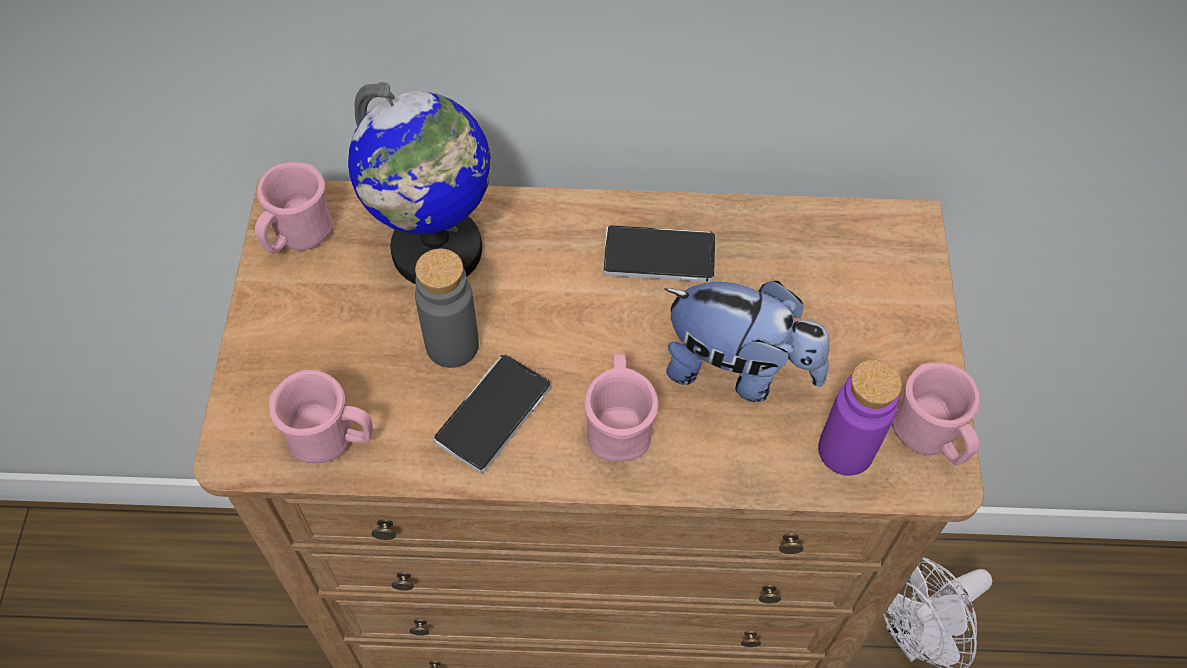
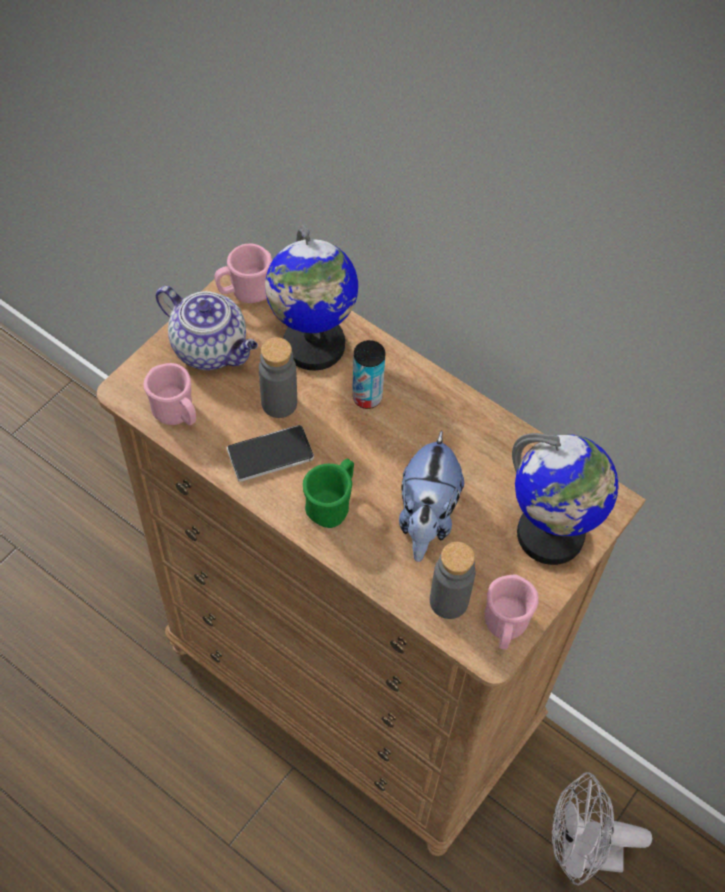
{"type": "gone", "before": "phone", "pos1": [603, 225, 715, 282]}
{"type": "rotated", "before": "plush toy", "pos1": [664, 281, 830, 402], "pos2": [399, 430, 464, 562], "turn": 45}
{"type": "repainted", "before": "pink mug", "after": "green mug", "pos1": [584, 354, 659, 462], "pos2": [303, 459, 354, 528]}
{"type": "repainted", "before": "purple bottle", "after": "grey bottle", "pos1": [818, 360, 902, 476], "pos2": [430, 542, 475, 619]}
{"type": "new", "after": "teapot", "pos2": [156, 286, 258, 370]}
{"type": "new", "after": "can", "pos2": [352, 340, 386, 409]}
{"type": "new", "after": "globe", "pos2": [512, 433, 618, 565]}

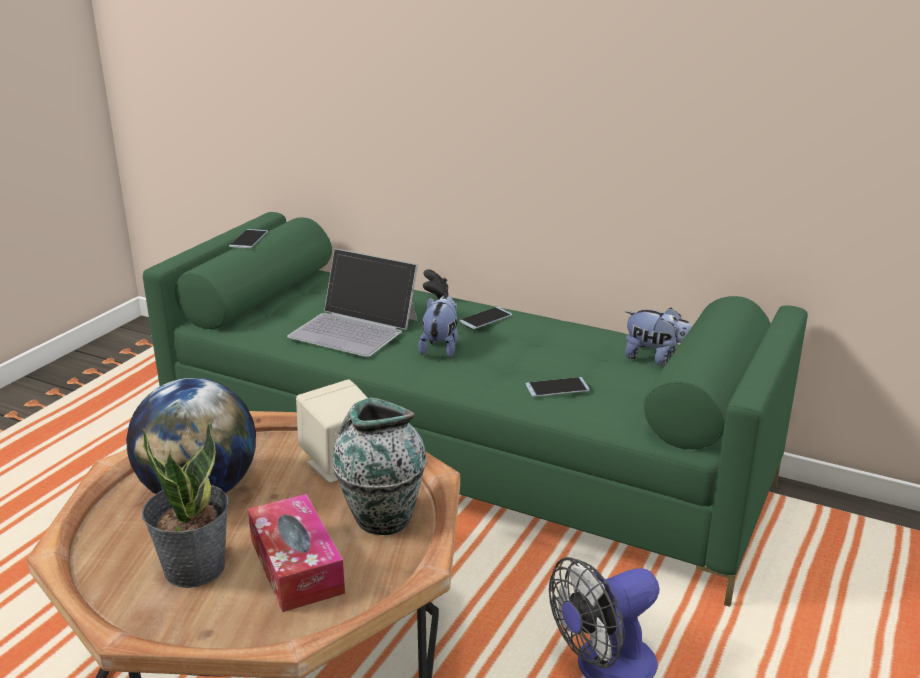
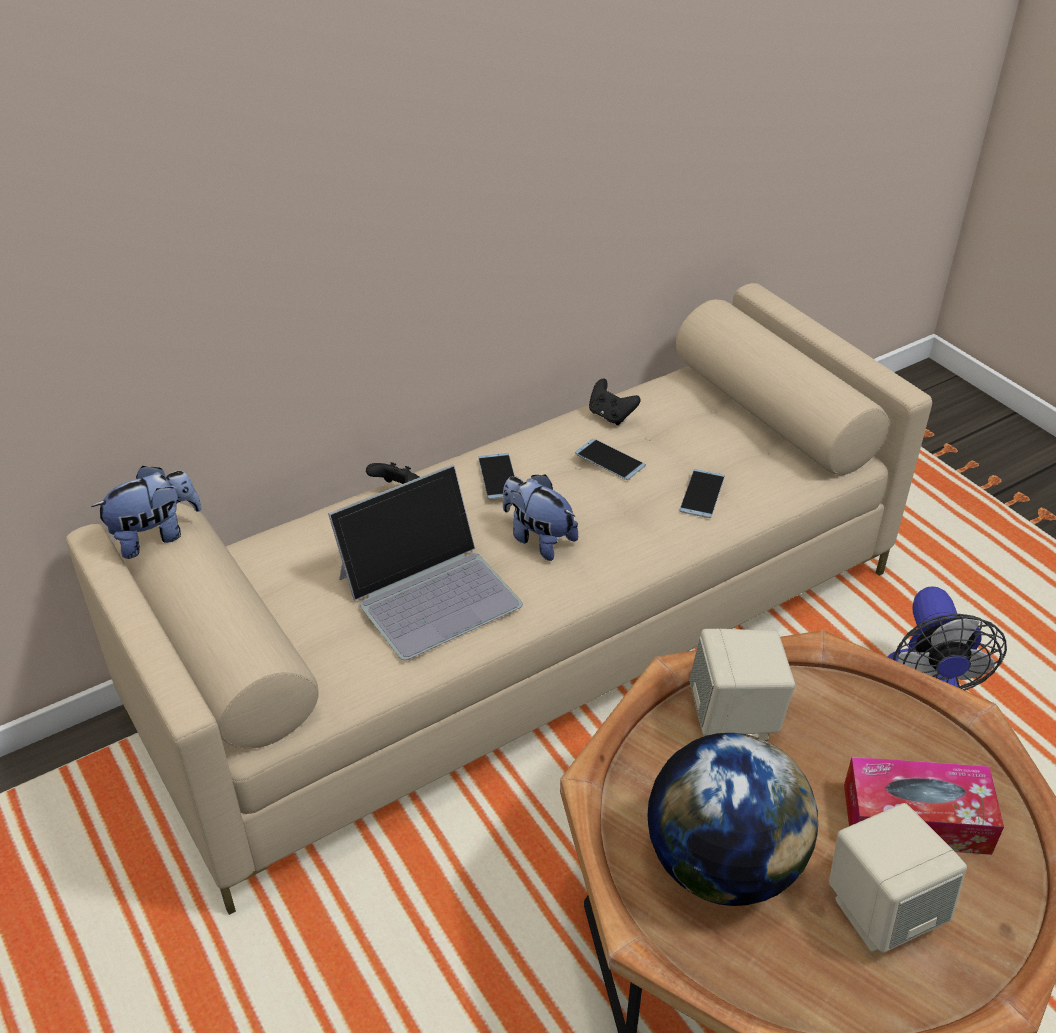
{"type": "repainted", "before": "green sofa", "after": "beige sofa", "pos1": [143, 212, 808, 607], "pos2": [66, 283, 932, 915]}
{"type": "shifted", "before": "phone", "pos1": [229, 229, 268, 249], "pos2": [575, 439, 646, 480]}
{"type": "shifted", "before": "plush toy", "pos1": [625, 307, 692, 366], "pos2": [91, 466, 202, 559]}
{"type": "gone", "before": "vase", "pos1": [333, 398, 426, 535]}
{"type": "swapped", "before": "potted plant", "after": "beige speaker", "pos1": [142, 422, 229, 588], "pos2": [829, 803, 967, 953]}
{"type": "new", "after": "black game controller", "pos2": [589, 379, 641, 425]}

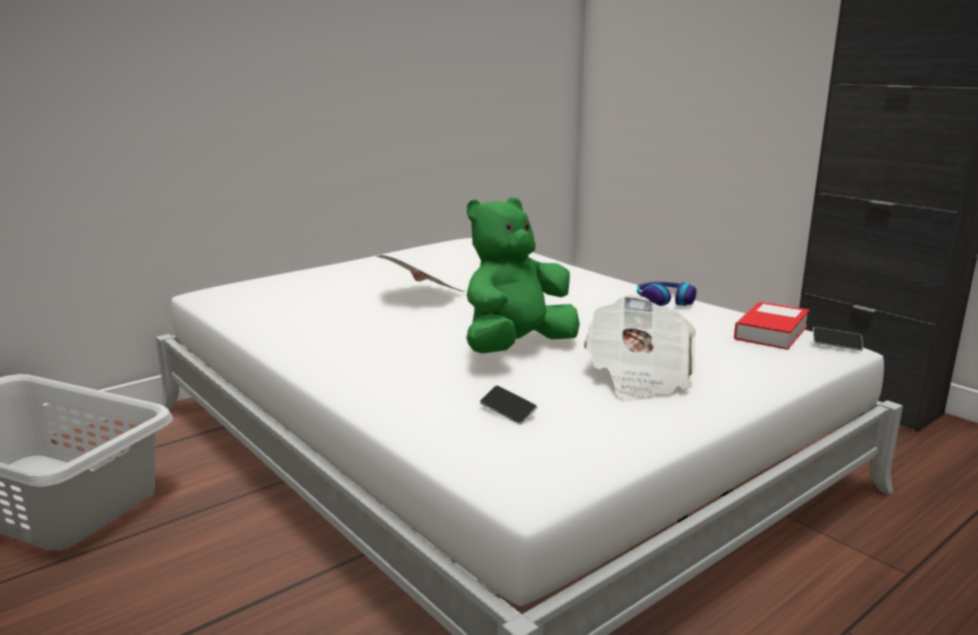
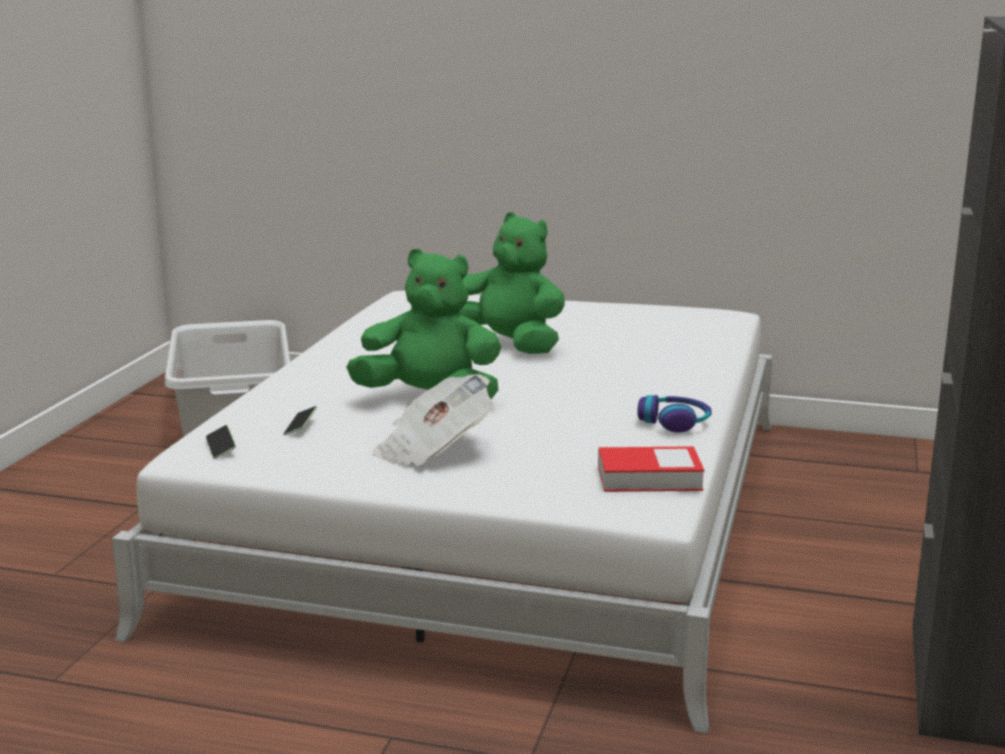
{"type": "swapped", "before": "newspaper", "after": "green plush toy", "pos1": [376, 255, 467, 292], "pos2": [460, 212, 565, 354]}
{"type": "shifted", "before": "phone", "pos1": [813, 327, 863, 351], "pos2": [206, 425, 236, 459]}

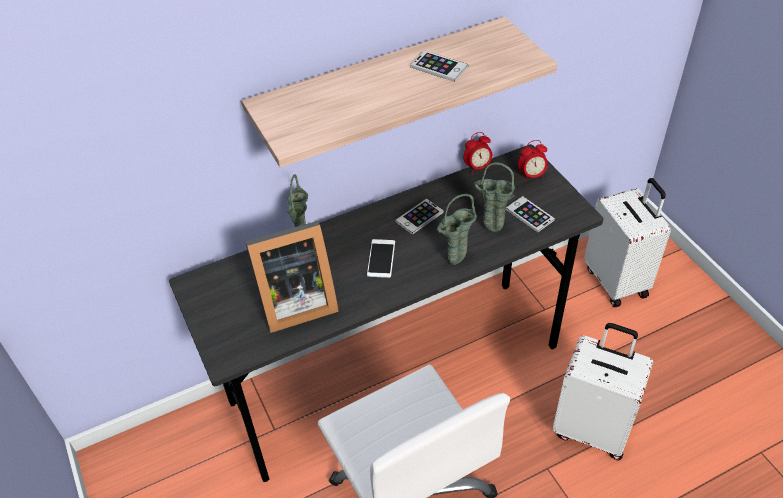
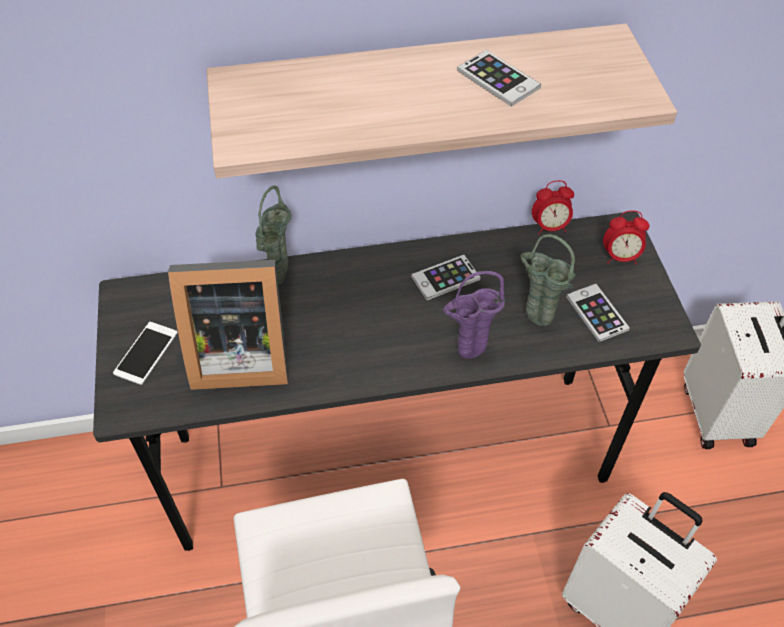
{"type": "repainted", "before": "green vase", "after": "purple vase", "pos1": [437, 194, 477, 265], "pos2": [443, 271, 505, 359]}
{"type": "shifted", "before": "phone", "pos1": [367, 239, 395, 278], "pos2": [113, 322, 178, 385]}

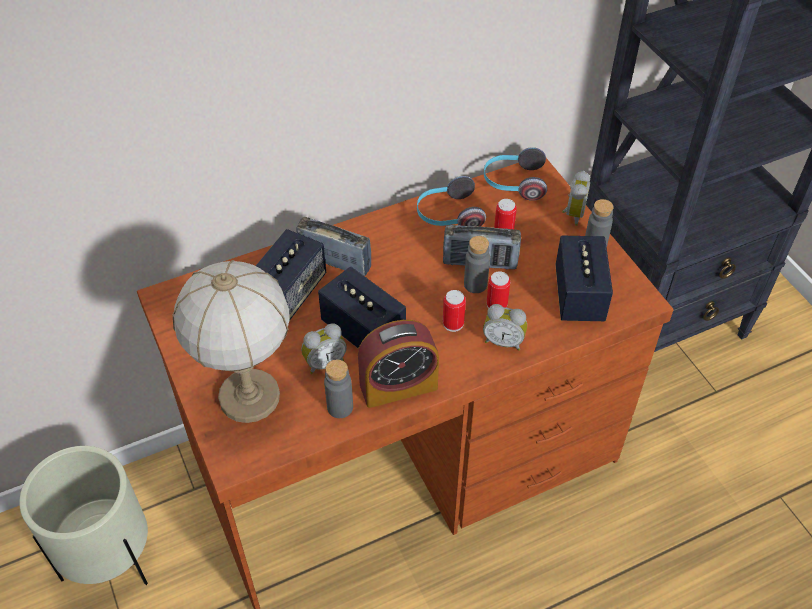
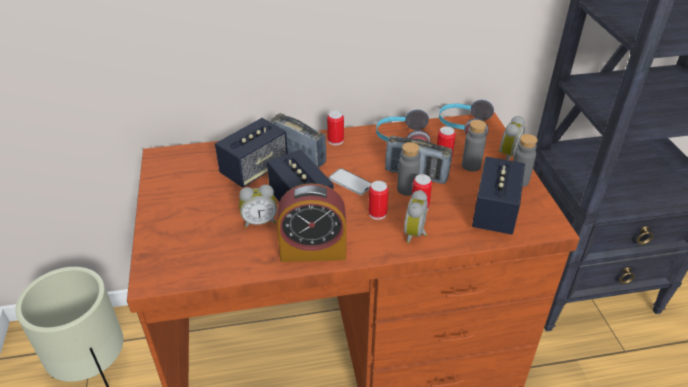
{"type": "gone", "before": "table lamp", "pos1": [173, 260, 290, 423]}
{"type": "rotated", "before": "alarm clock", "pos1": [483, 304, 527, 351], "pos2": [404, 190, 428, 244], "turn": 75}
{"type": "shifted", "before": "grey bottle", "pos1": [324, 359, 353, 418], "pos2": [462, 120, 487, 172]}
{"type": "new", "after": "can", "pos2": [327, 111, 344, 145]}
{"type": "new", "after": "phone", "pos2": [328, 168, 372, 195]}

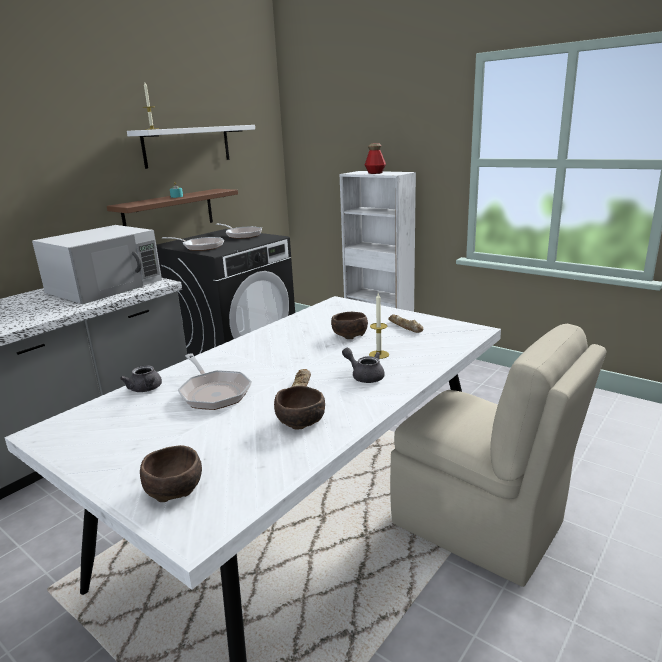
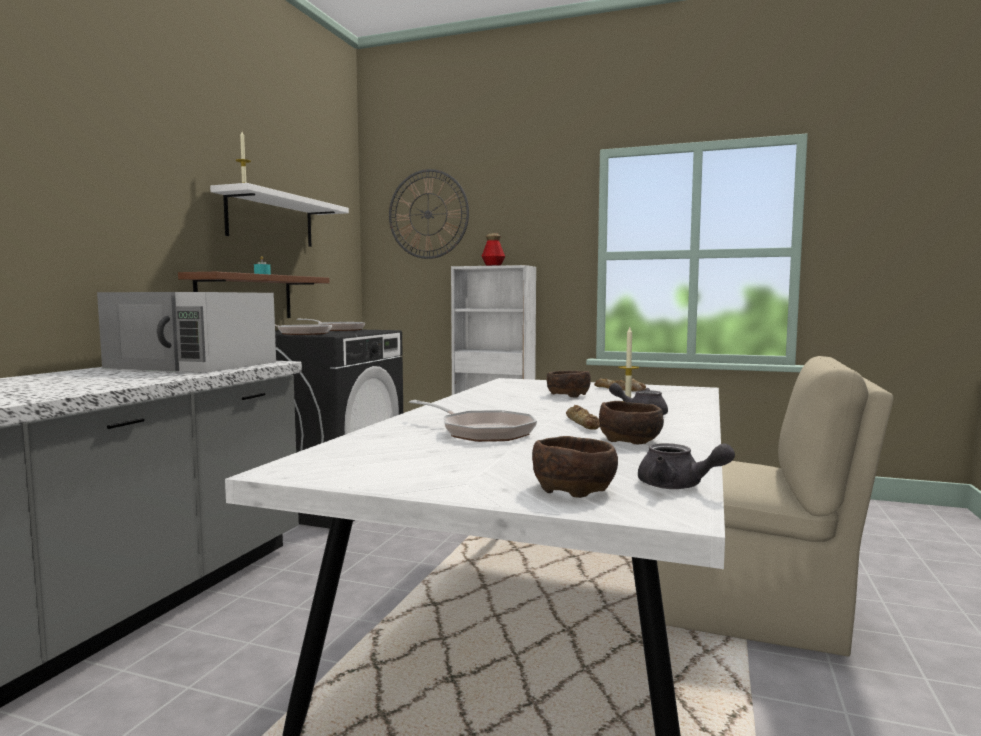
{"type": "rotated", "before": "white microwave", "pos1": [32, 225, 162, 304], "pos2": [97, 292, 276, 372], "turn": 90}
{"type": "shifted", "before": "grey teapot", "pos1": [120, 365, 162, 392], "pos2": [638, 443, 735, 489]}
{"type": "new", "after": "wall clock", "pos2": [389, 169, 469, 259]}

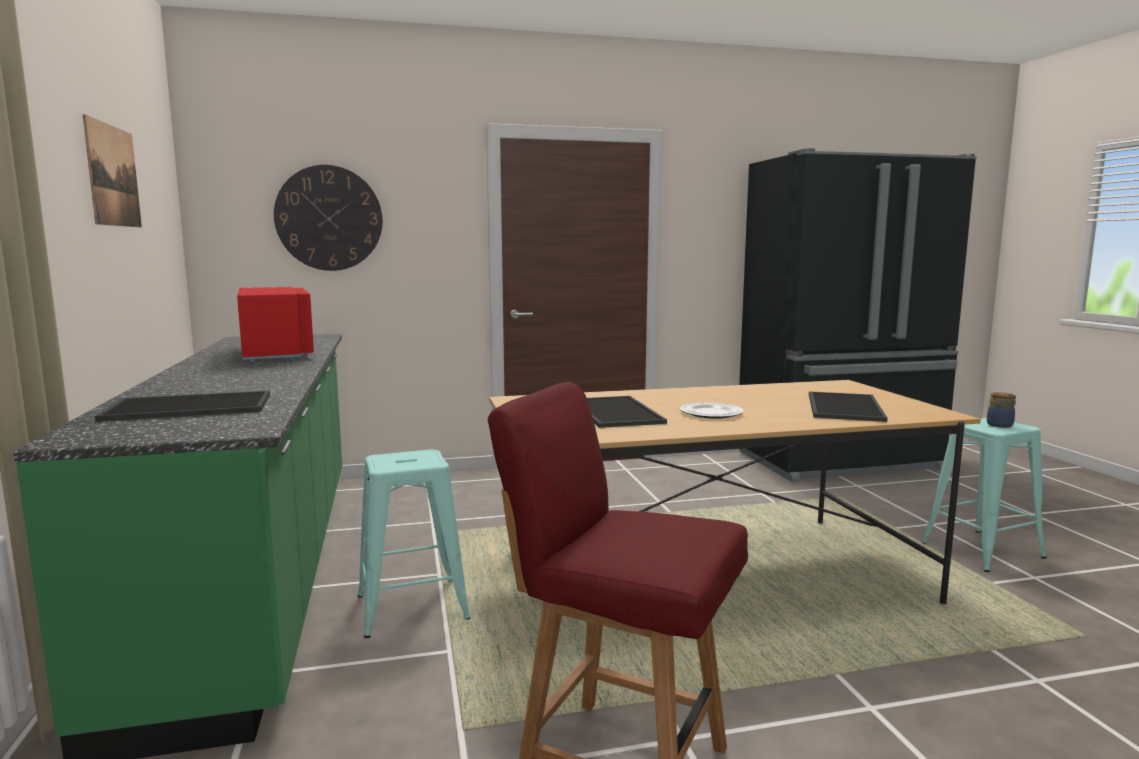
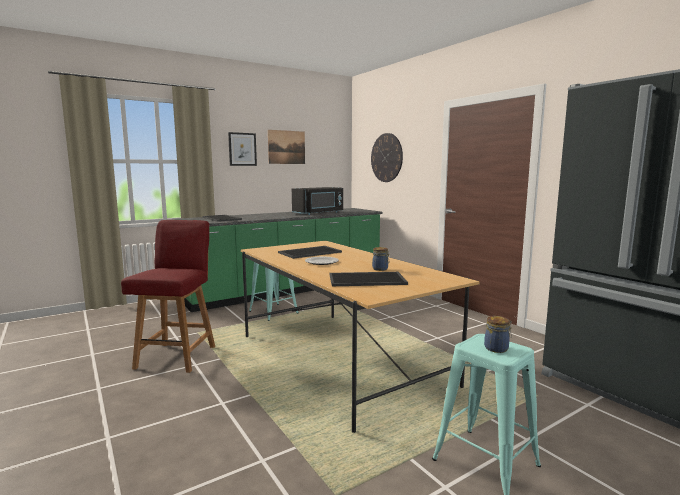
{"type": "repainted", "before": "red microwave", "after": "black microwave", "pos1": [237, 287, 314, 362], "pos2": [292, 187, 343, 215]}
{"type": "new", "after": "picture", "pos2": [228, 132, 257, 166]}
{"type": "new", "after": "jar", "pos2": [372, 247, 389, 271]}

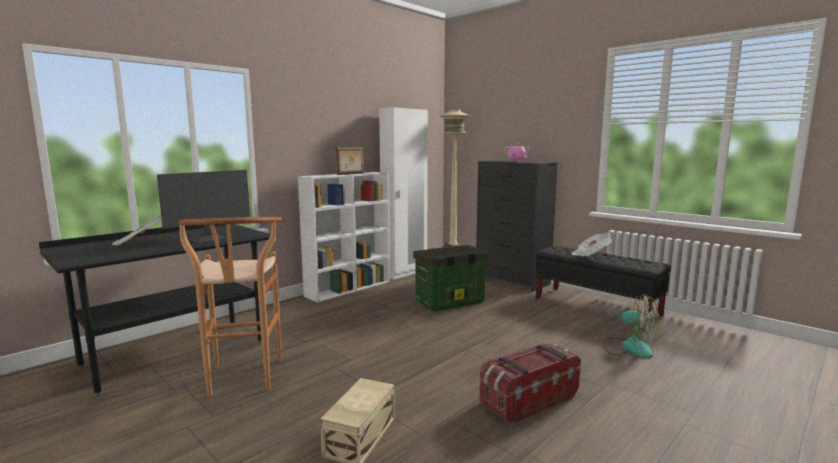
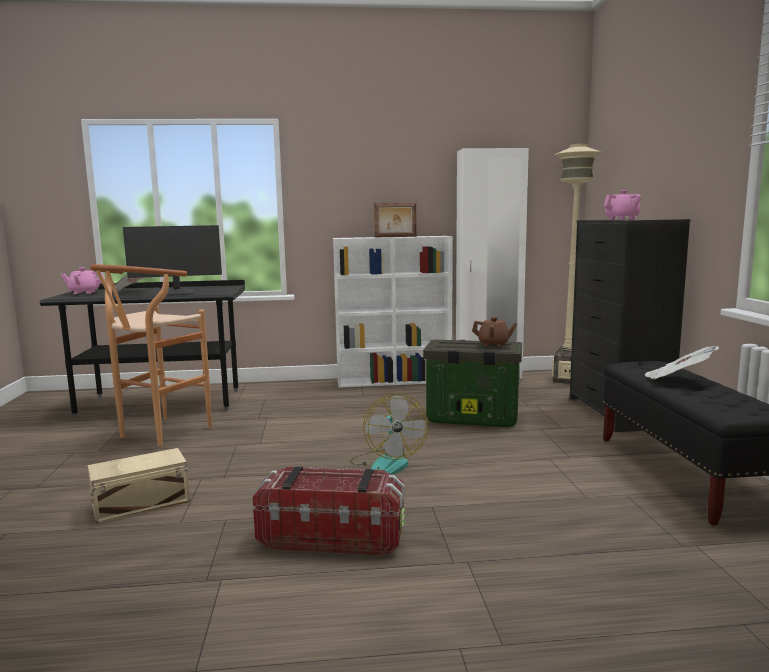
{"type": "shifted", "before": "fan", "pos1": [603, 294, 658, 358], "pos2": [350, 394, 428, 475]}
{"type": "new", "after": "pink teapot", "pos2": [60, 268, 104, 294]}
{"type": "new", "after": "brown teapot", "pos2": [472, 317, 517, 347]}

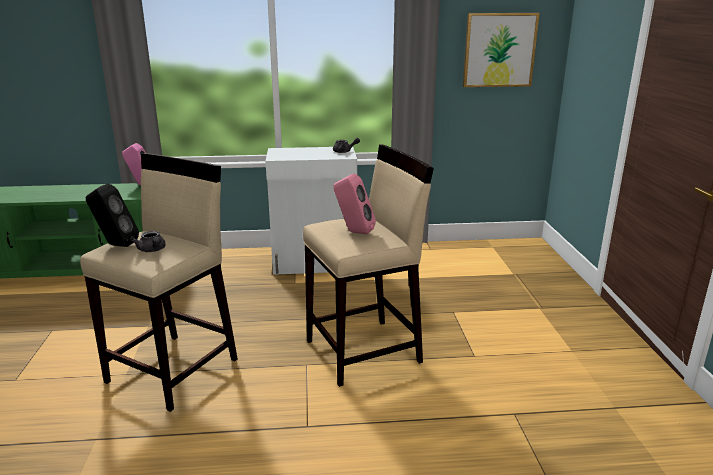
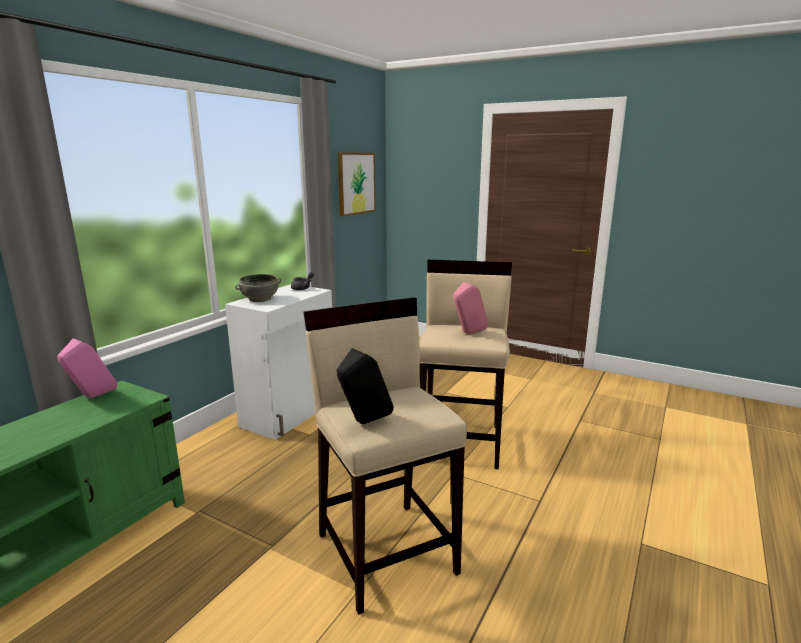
{"type": "gone", "before": "grey teapot", "pos1": [132, 231, 166, 252]}
{"type": "new", "after": "grey bowl", "pos2": [235, 274, 281, 302]}

